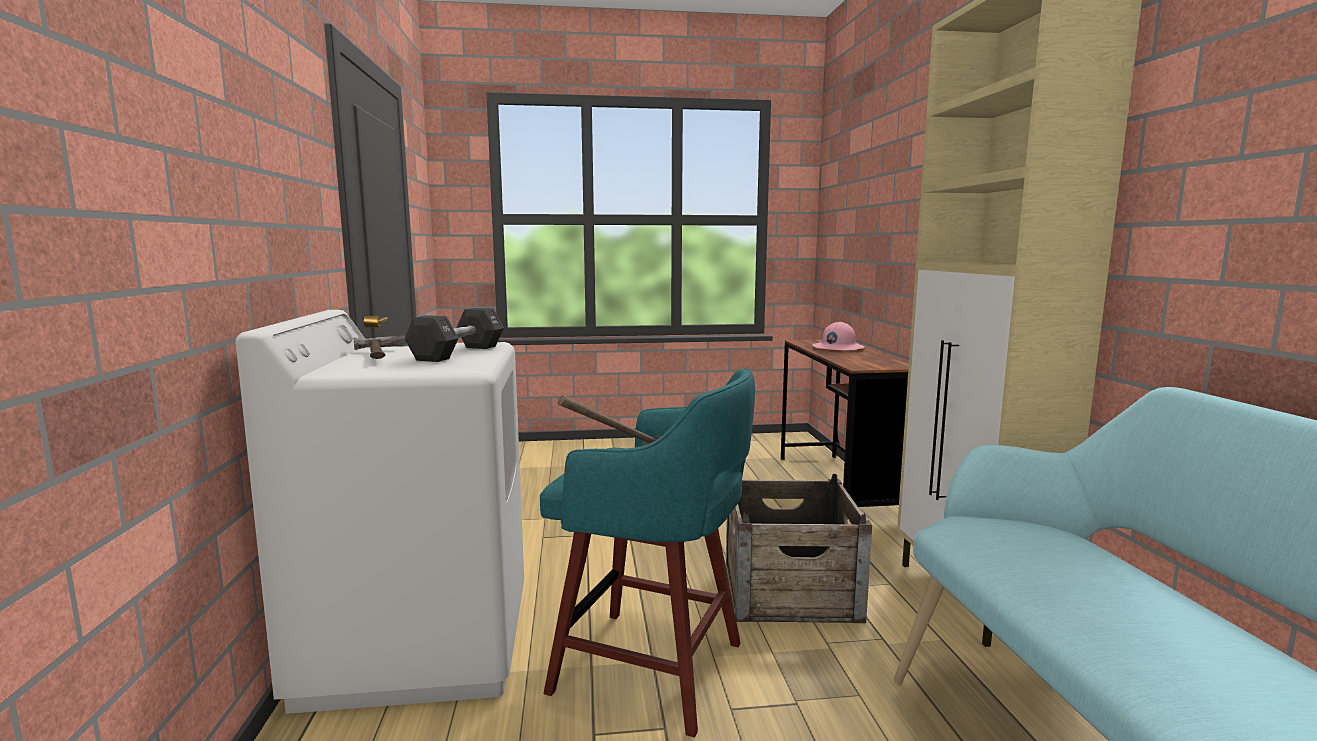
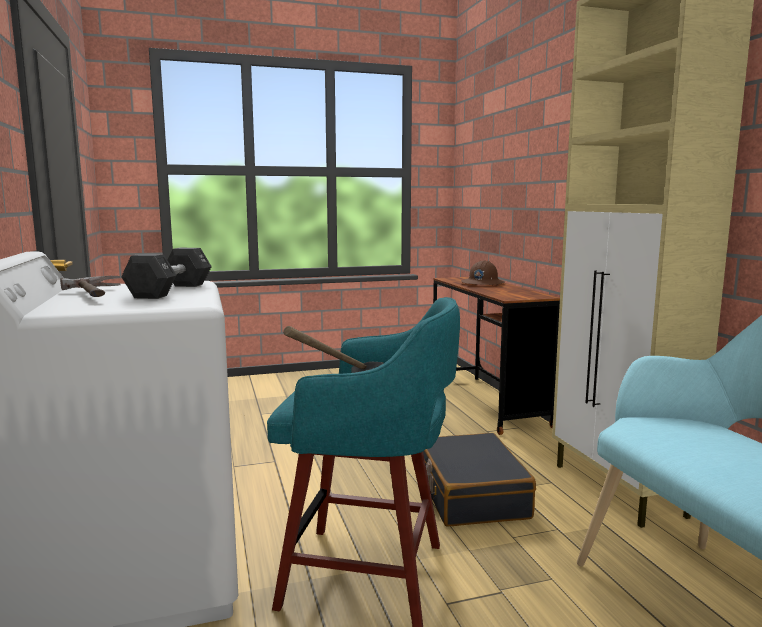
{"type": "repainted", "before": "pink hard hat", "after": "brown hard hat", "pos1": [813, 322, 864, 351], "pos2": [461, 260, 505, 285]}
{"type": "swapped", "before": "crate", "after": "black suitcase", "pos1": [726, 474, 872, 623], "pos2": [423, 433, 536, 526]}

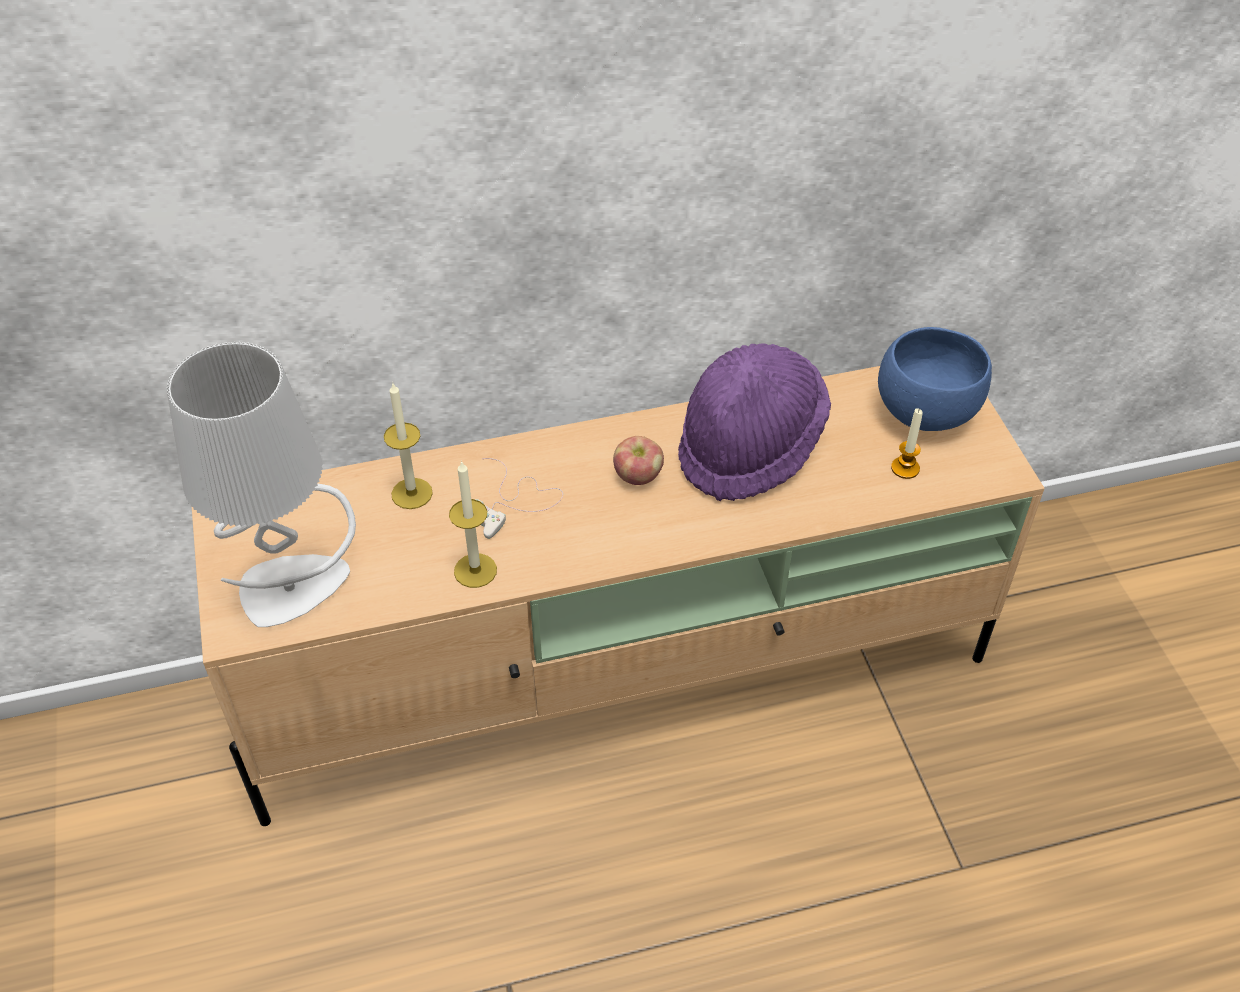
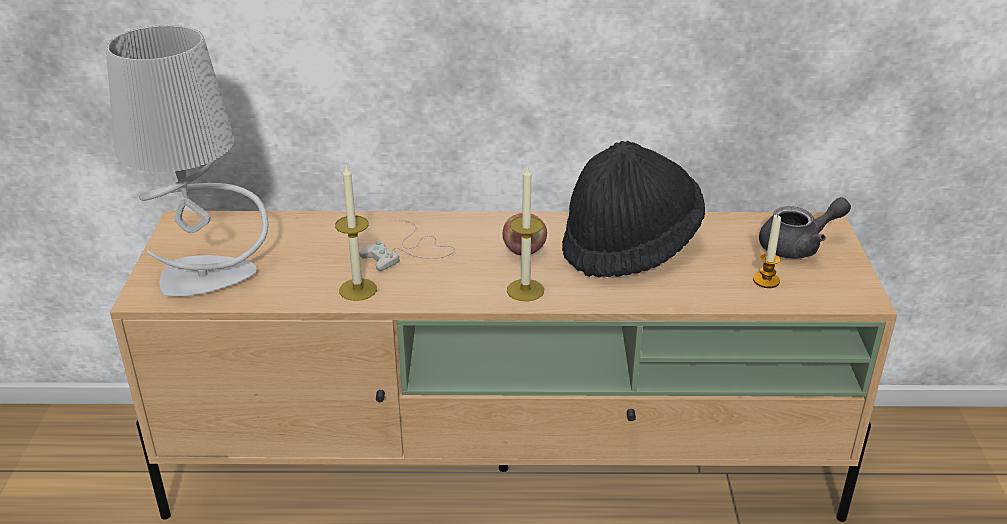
{"type": "swapped", "before": "blue bowl", "after": "grey teapot", "pos1": [878, 327, 992, 431], "pos2": [759, 197, 851, 259]}
{"type": "repainted", "before": "purple hat", "after": "black hat", "pos1": [678, 344, 831, 501], "pos2": [562, 141, 705, 278]}
{"type": "shifted", "before": "candle", "pos1": [384, 383, 433, 509], "pos2": [507, 165, 544, 301]}

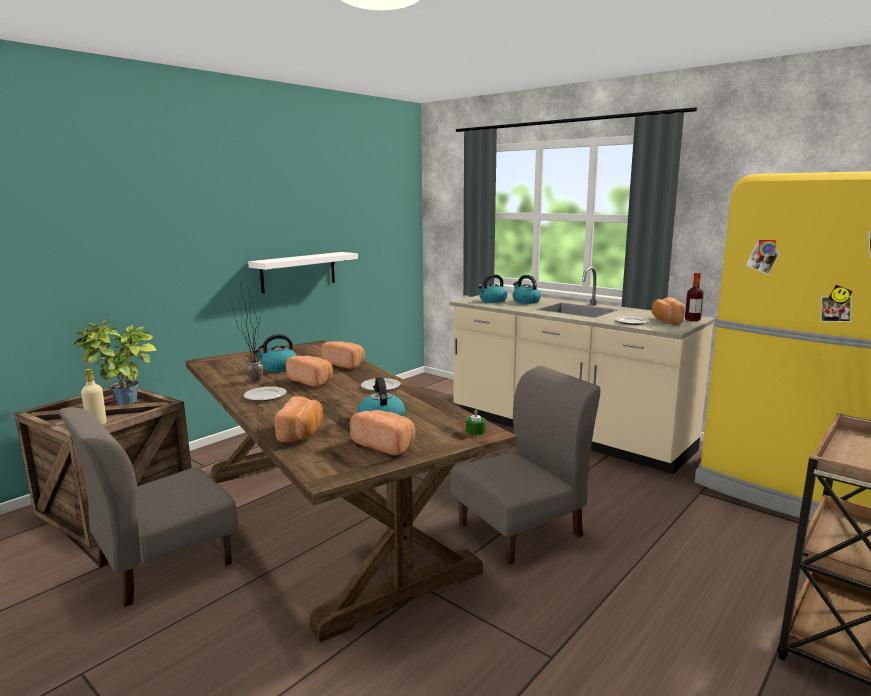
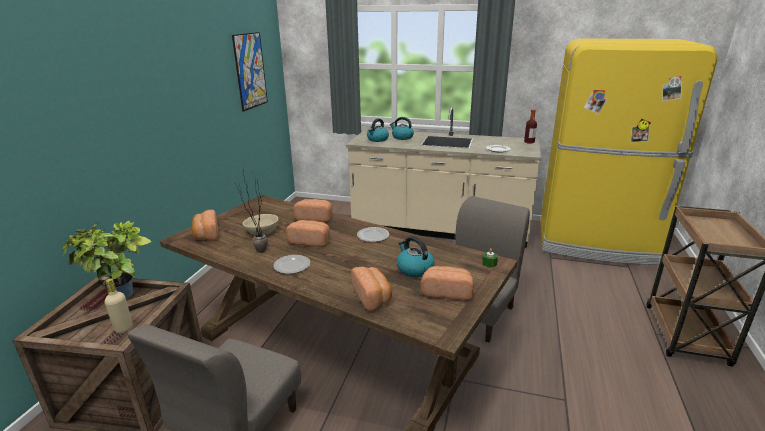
{"type": "gone", "before": "white shelf", "pos1": [248, 252, 358, 293]}
{"type": "shifted", "before": "bread", "pos1": [652, 297, 685, 324], "pos2": [192, 210, 218, 241]}
{"type": "swapped", "before": "kettle", "after": "beige bowl", "pos1": [254, 334, 297, 372], "pos2": [243, 214, 278, 235]}
{"type": "new", "after": "picture", "pos2": [232, 32, 268, 112]}

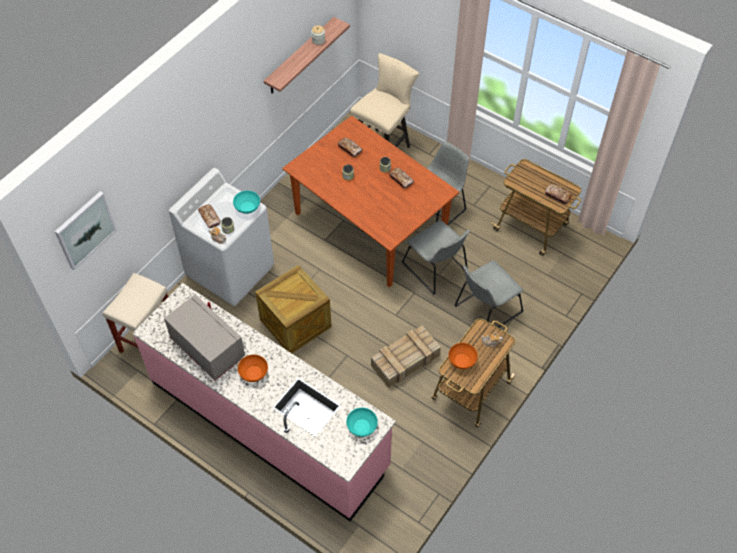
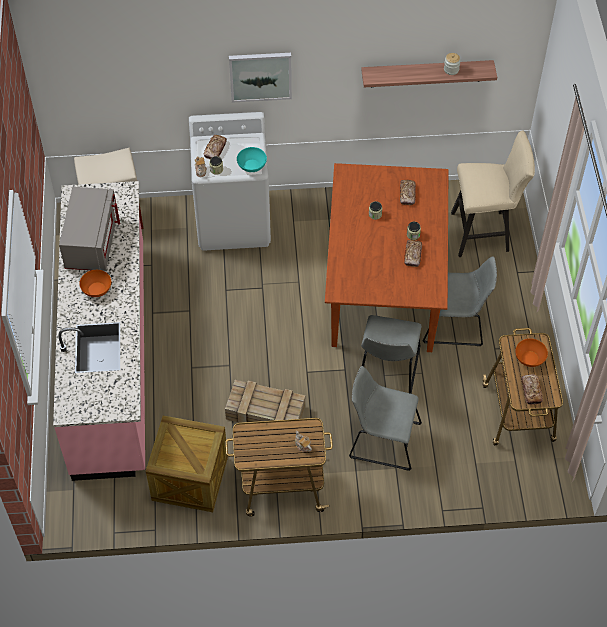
{"type": "shifted", "before": "picture", "pos1": [55, 191, 117, 270], "pos2": [229, 53, 292, 103]}
{"type": "shifted", "before": "crate", "pos1": [255, 265, 332, 353], "pos2": [146, 416, 228, 512]}
{"type": "shifted", "before": "orange bowl", "pos1": [448, 343, 478, 369], "pos2": [515, 338, 548, 367]}
{"type": "gone", "before": "turquoise bowl", "pos1": [346, 408, 378, 437]}

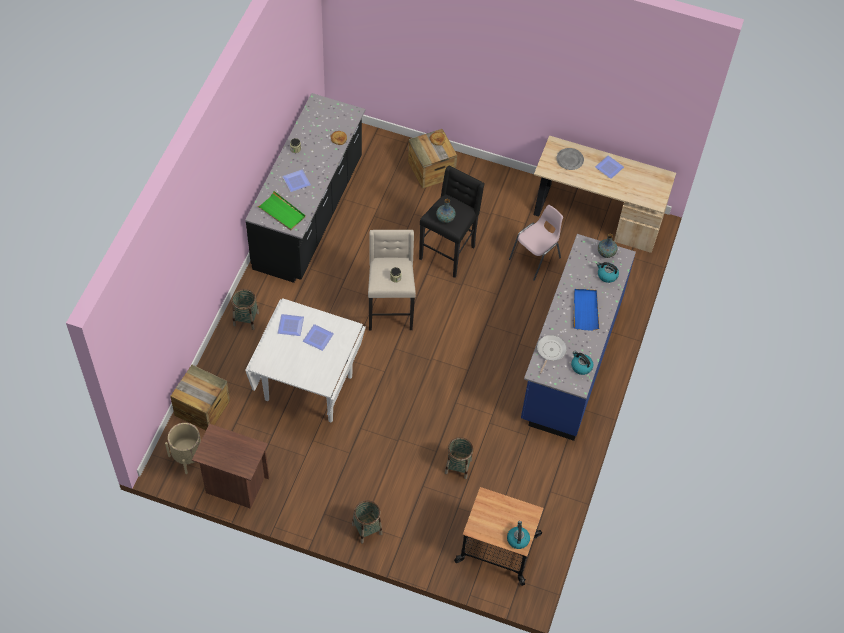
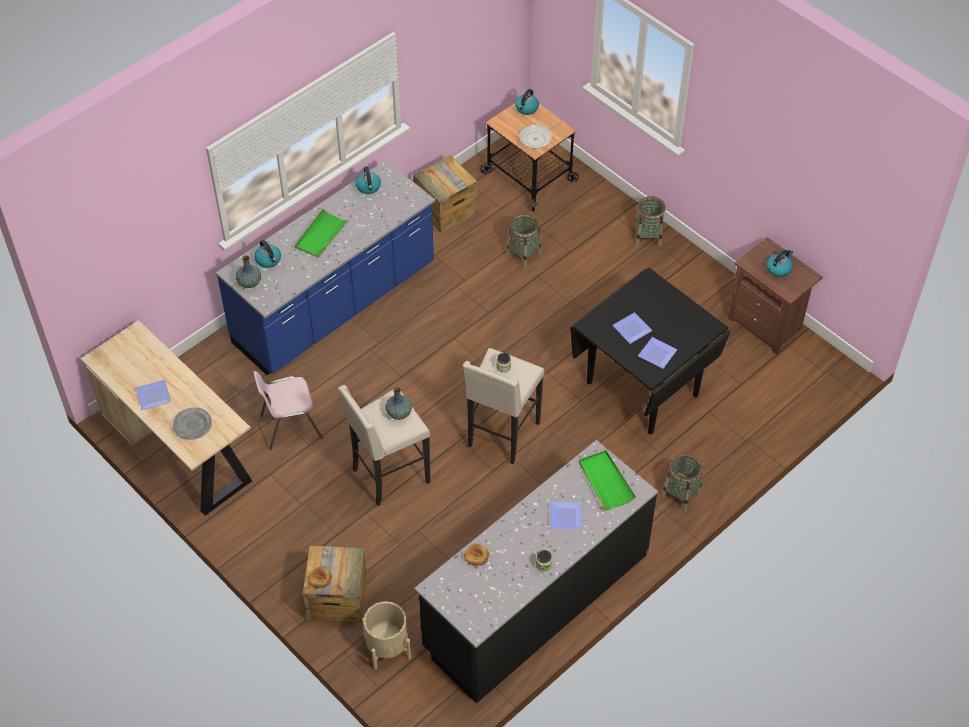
{"type": "repainted", "before": "black stool", "after": "beige stool", "pos1": [419, 166, 485, 278], "pos2": [338, 385, 430, 506]}
{"type": "repainted", "before": "blue tray", "after": "green tray", "pos1": [573, 289, 599, 330], "pos2": [295, 208, 350, 258]}
{"type": "repainted", "before": "white dining table", "after": "black dining table", "pos1": [245, 299, 366, 422], "pos2": [570, 268, 730, 434]}
{"type": "shifted", "before": "frying pan", "pos1": [537, 335, 567, 373], "pos2": [519, 121, 562, 149]}
{"type": "shifted", "before": "crate", "pos1": [170, 365, 230, 430], "pos2": [413, 155, 478, 232]}
{"type": "shifted", "before": "beige planter", "pos1": [165, 423, 201, 474], "pos2": [362, 601, 411, 669]}
{"type": "new", "after": "kettle", "pos2": [767, 250, 793, 277]}

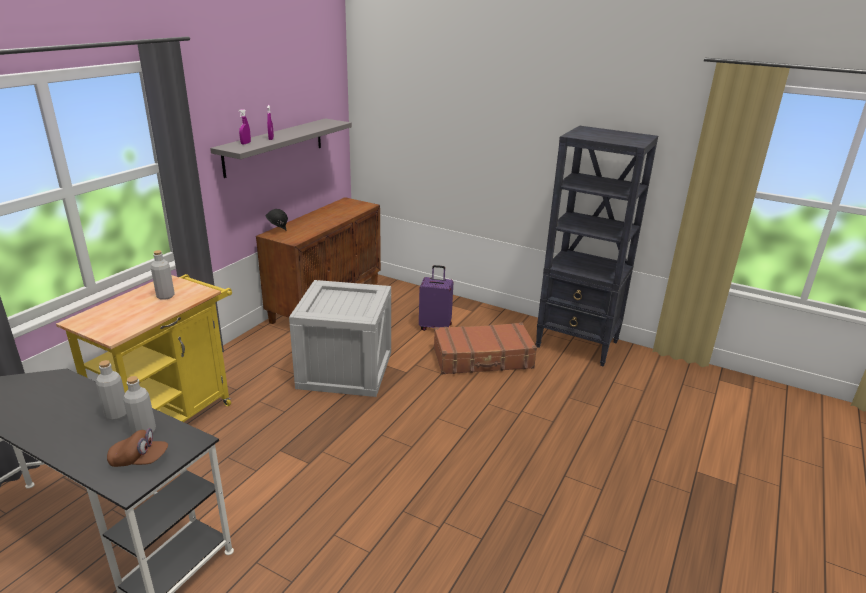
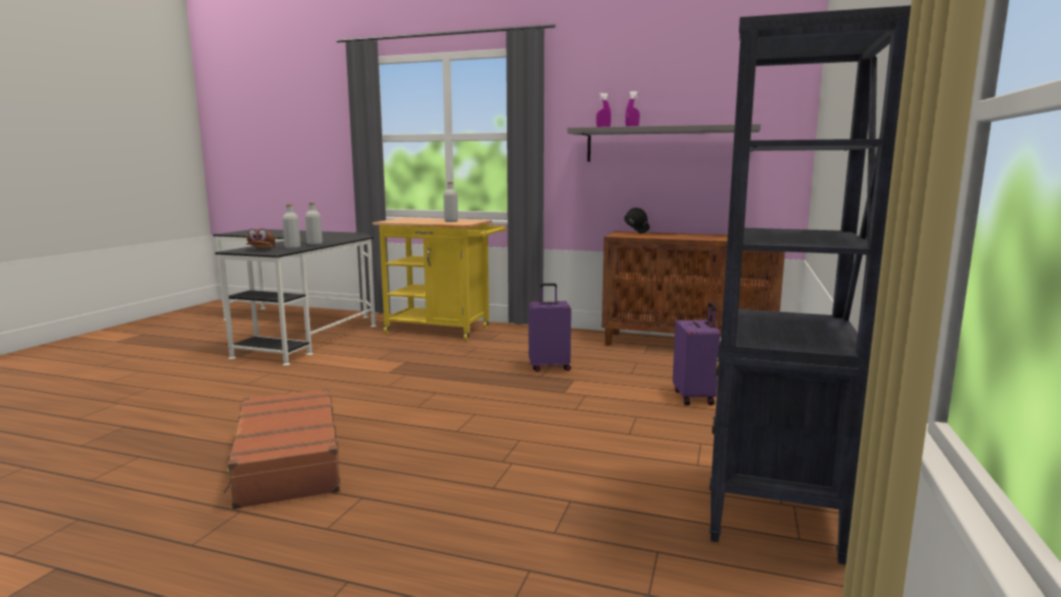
{"type": "swapped", "before": "crate", "after": "purple suitcase", "pos1": [289, 280, 391, 397], "pos2": [529, 283, 571, 372]}
{"type": "shifted", "before": "brown suitcase", "pos1": [434, 323, 537, 374], "pos2": [223, 388, 340, 509]}

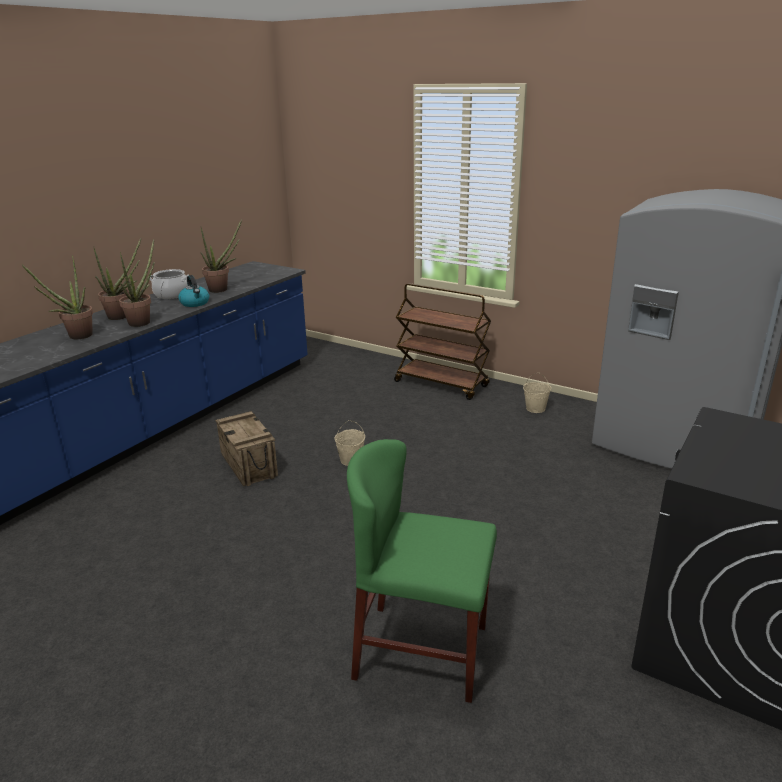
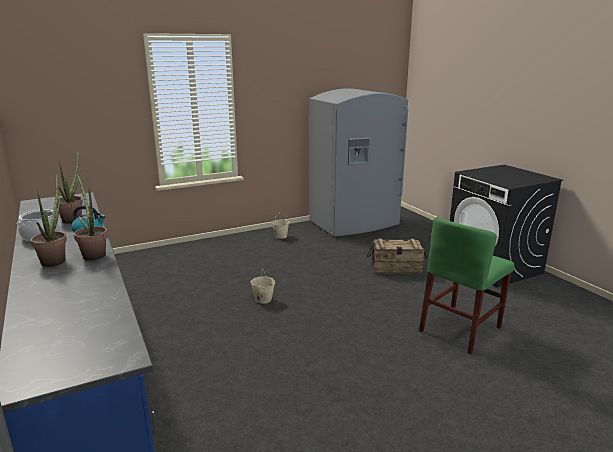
{"type": "gone", "before": "potted plant", "pos1": [22, 255, 93, 339]}
{"type": "gone", "before": "brown cart", "pos1": [394, 283, 491, 400]}
{"type": "shifted", "before": "crate", "pos1": [215, 411, 278, 486], "pos2": [367, 238, 427, 274]}

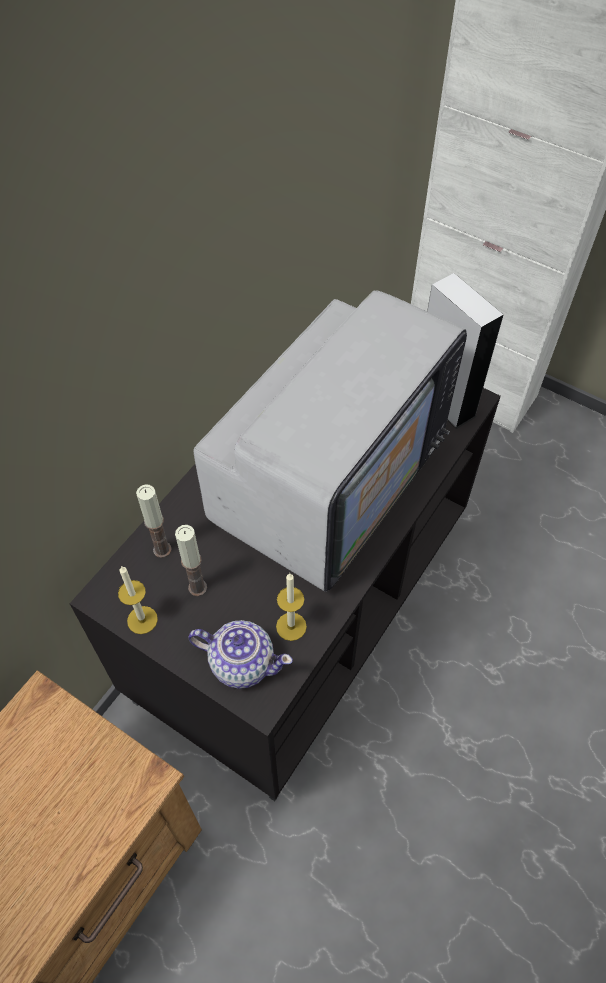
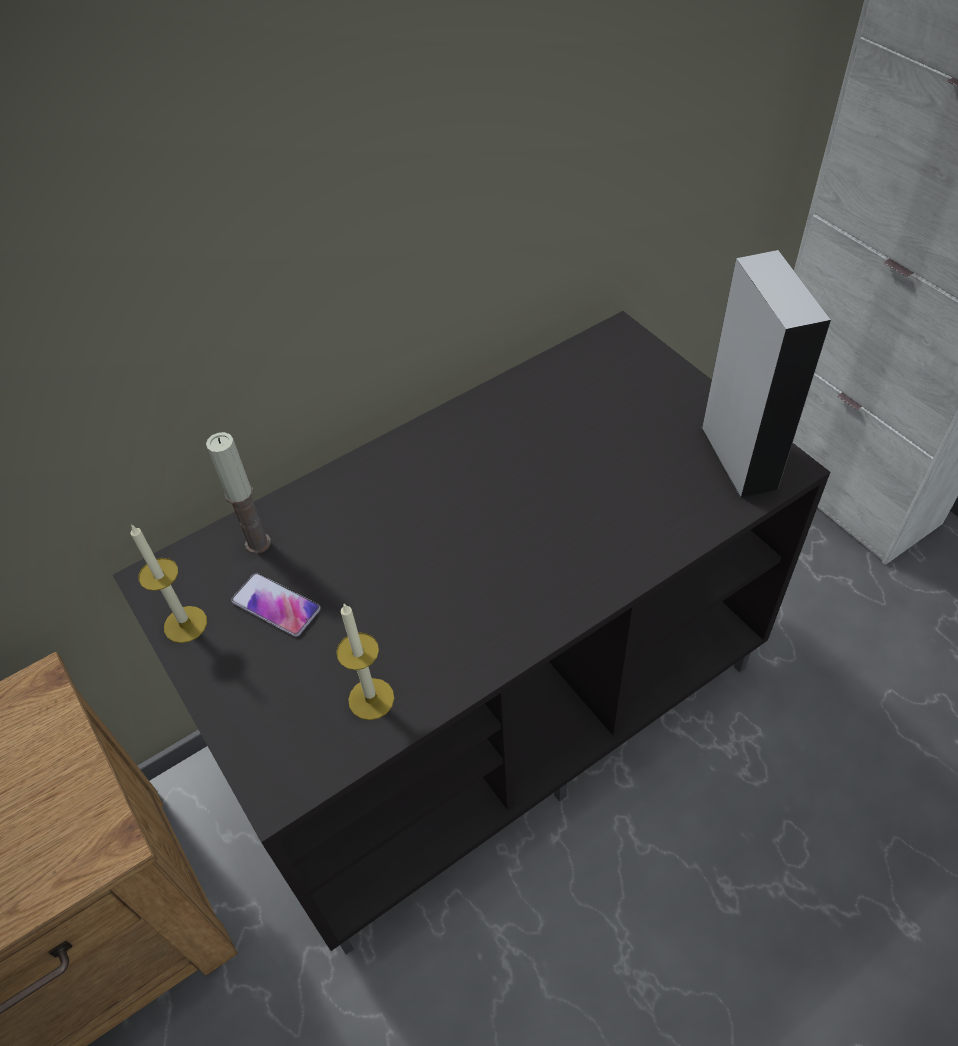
{"type": "gone", "before": "television", "pos1": [194, 290, 467, 592]}
{"type": "swapped", "before": "candle", "after": "phone", "pos1": [175, 525, 207, 596], "pos2": [231, 573, 321, 637]}
{"type": "gone", "before": "teapot", "pos1": [188, 620, 293, 689]}

